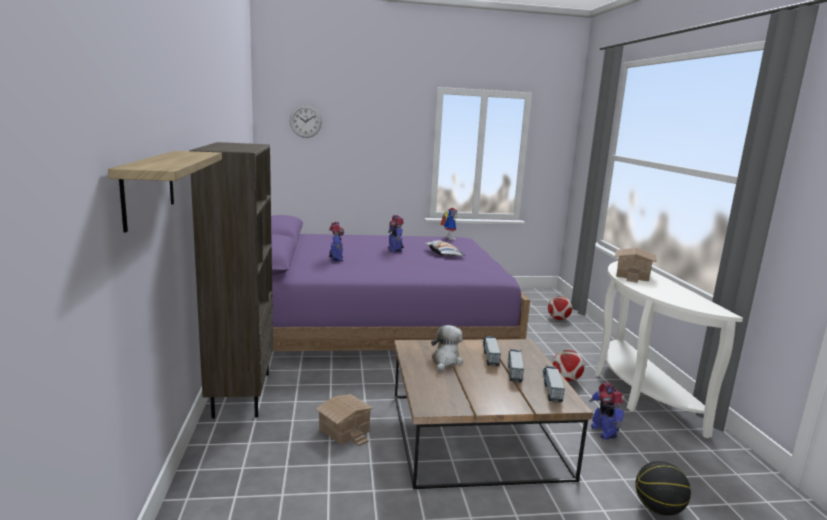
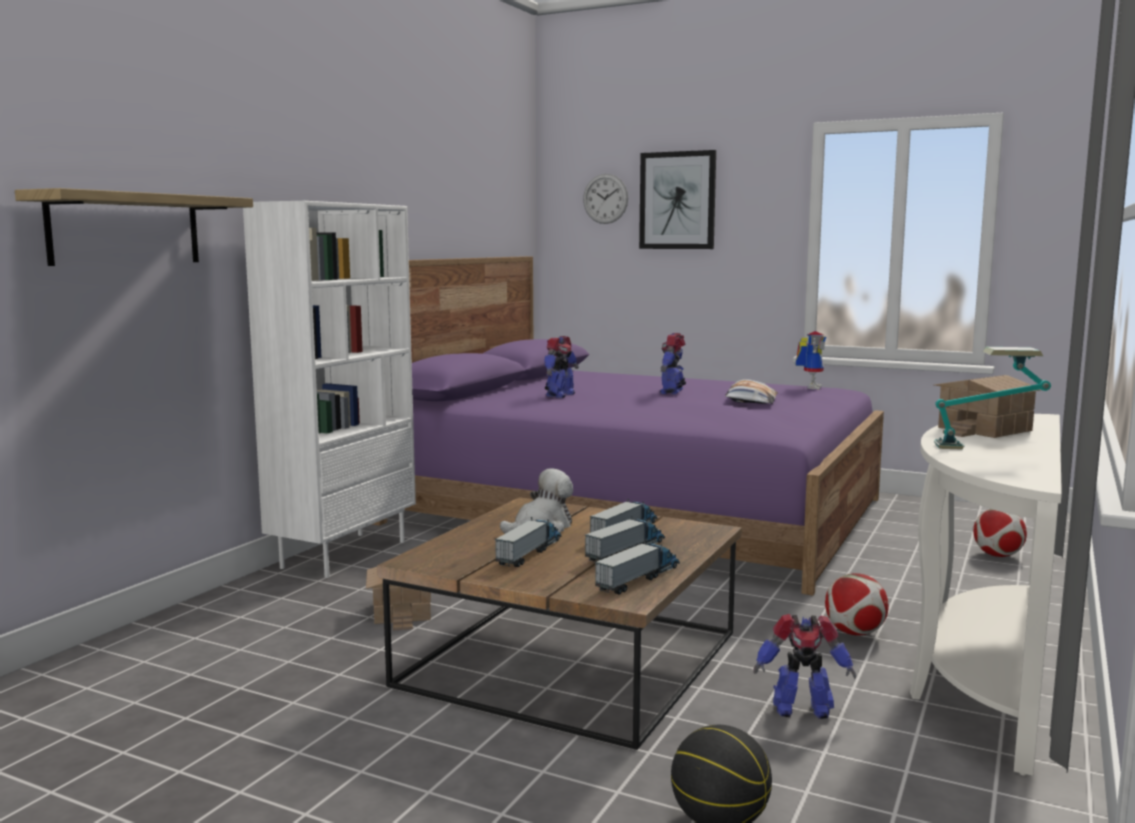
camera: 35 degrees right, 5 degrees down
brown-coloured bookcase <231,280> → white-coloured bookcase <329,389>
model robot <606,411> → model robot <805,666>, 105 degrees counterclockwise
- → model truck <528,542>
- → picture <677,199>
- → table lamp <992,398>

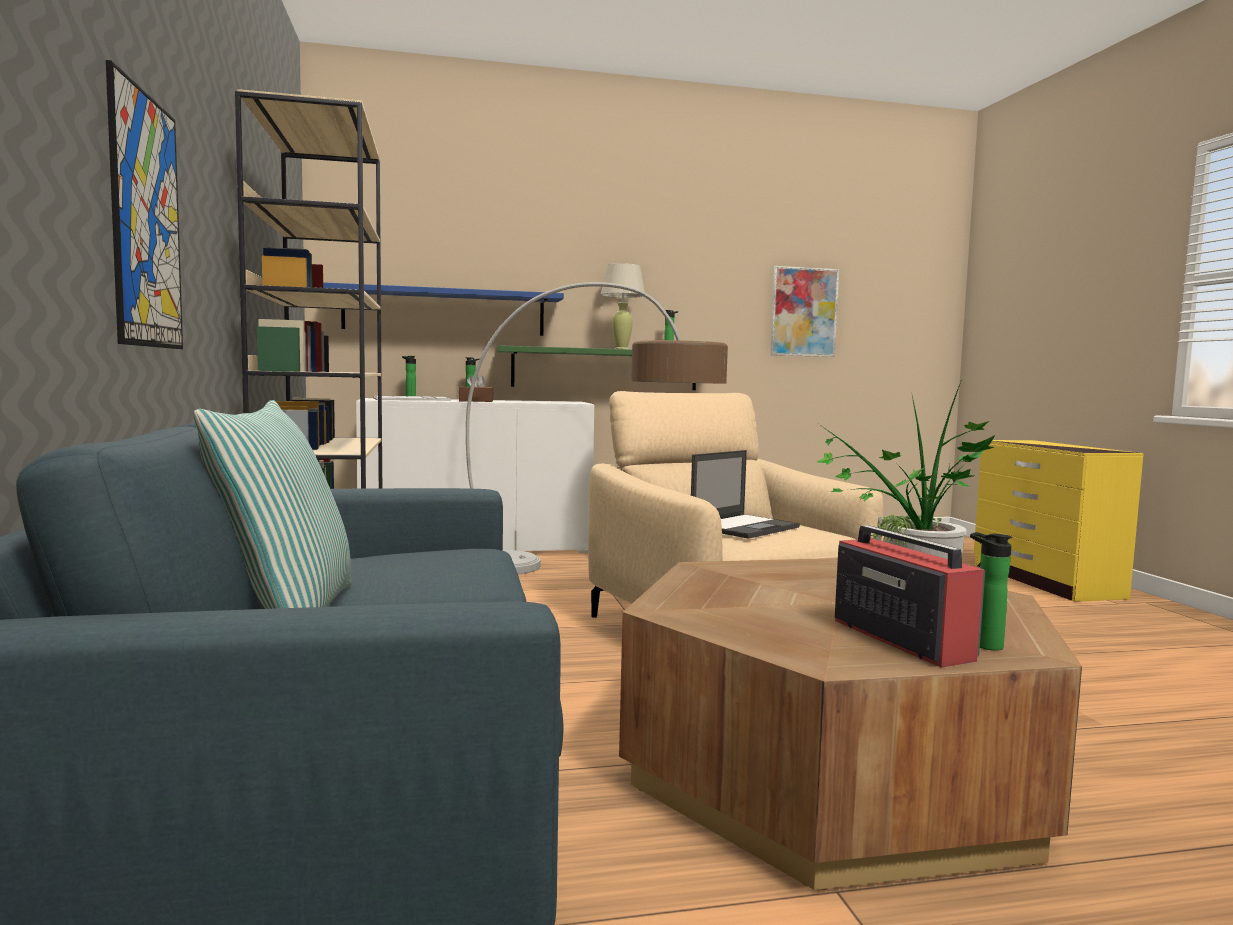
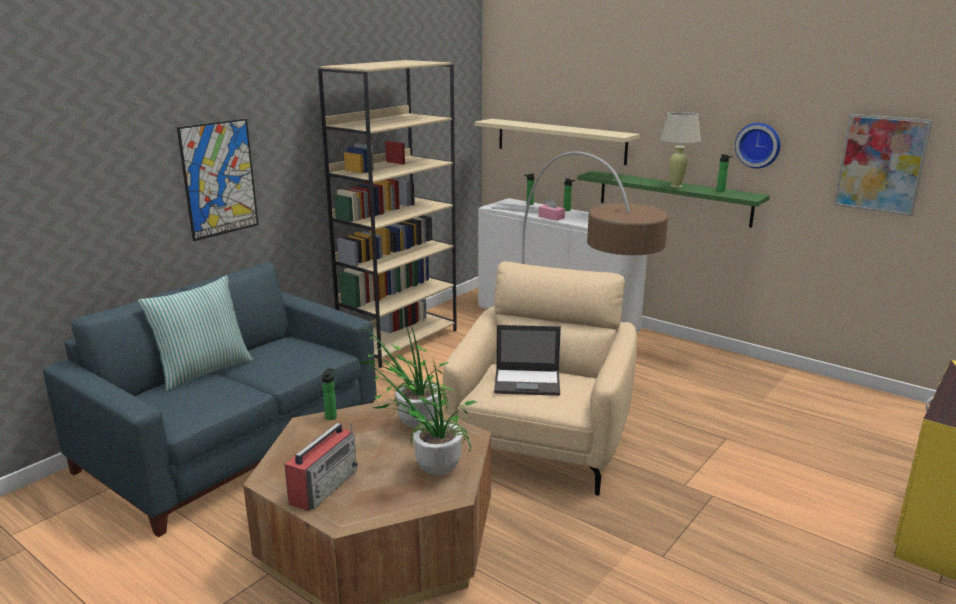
camera: 50 degrees right, 15 degrees up
bluish shelf <443,309> → beige shelf <557,142>
brown-coloured box of tissues <476,388> → pink box of tissues <551,209>
bottle <991,591> → bottle <329,394>, moved
- → potted plant <404,373>
- → clock on the wall <757,145>

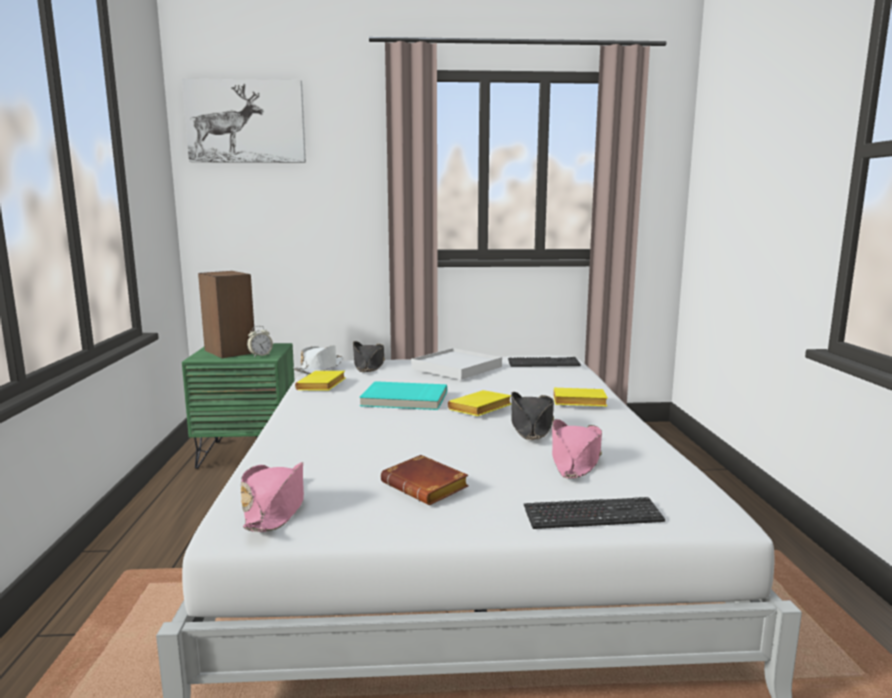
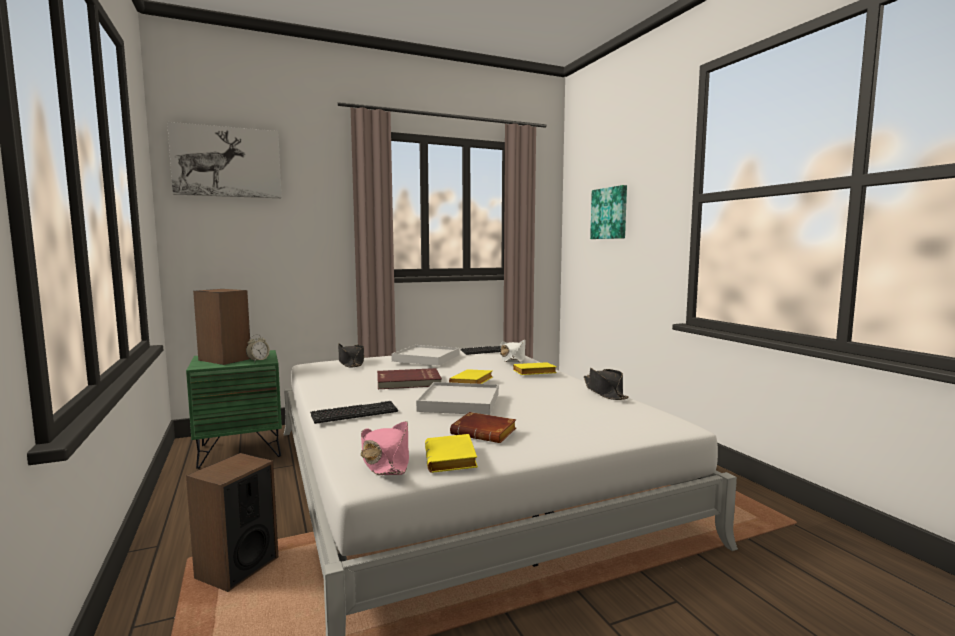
camera: 20 degrees left, 5 degrees down
white-coloured wearable hat <318,359> → white-coloured wearable hat <513,351>, moved
yellowish volume <320,380> → yellowish volume <451,453>, moved
turquoise-coloured volume <403,395> → red volume <409,378>
blackish wearable hat <532,416> → blackish wearable hat <606,384>, moved
keyboard <594,513> → keyboard <354,412>, moved
pink wearable hat <577,449> → -
- → speaker <232,522>
- → white-coloured carrying tray <457,398>
- → picture <608,212>

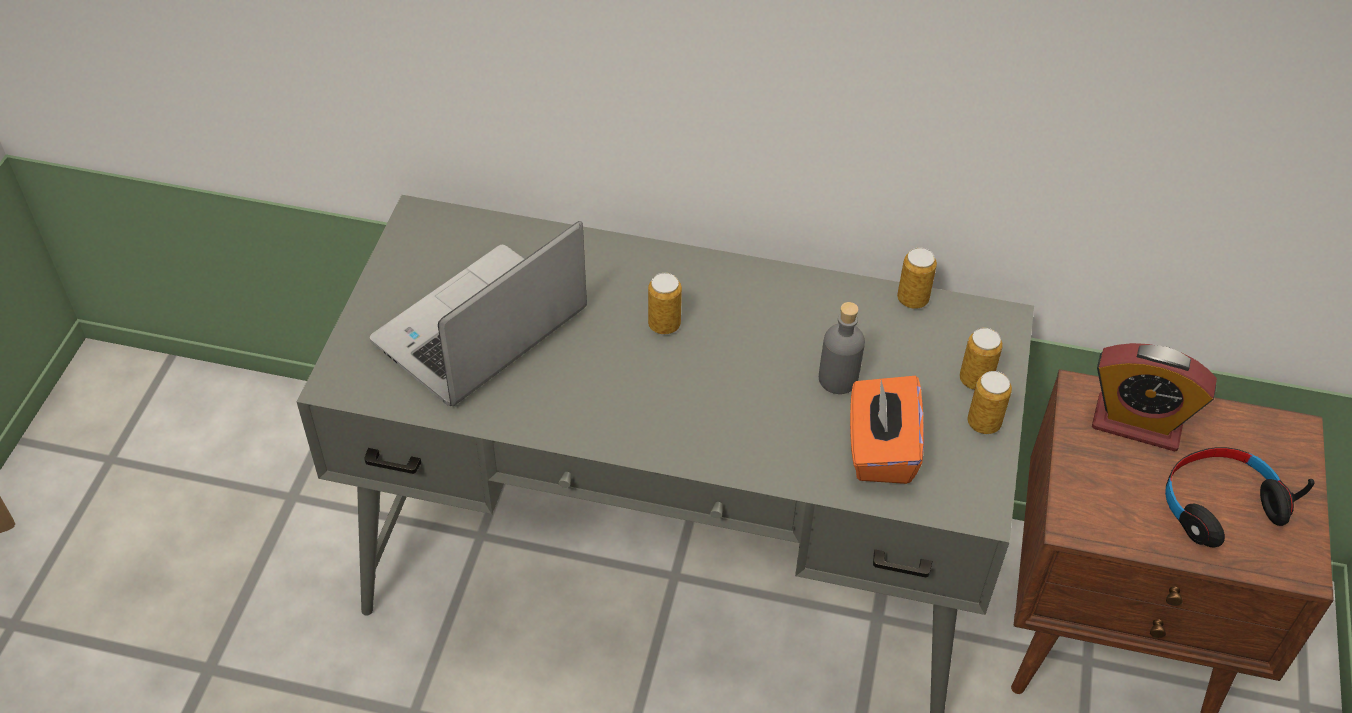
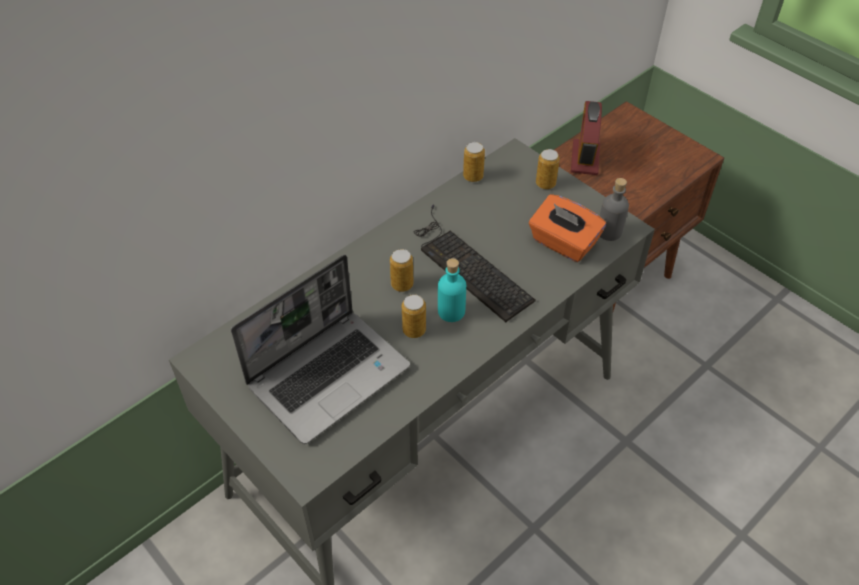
camera: 55 degrees left, 0 degrees up
portable computer <478,313> → portable computer <320,349>, 120 degrees counterclockwise
greyish bottle <842,348> → greyish bottle <614,209>, moved
metal can <990,402> → metal can <414,316>, moved
bedside clock <1154,397> → bedside clock <586,138>, 135 degrees clockwise
blackish headphones <1240,497> → -
- → keyboard <475,263>
- → turquoise-coloured bottle <452,290>

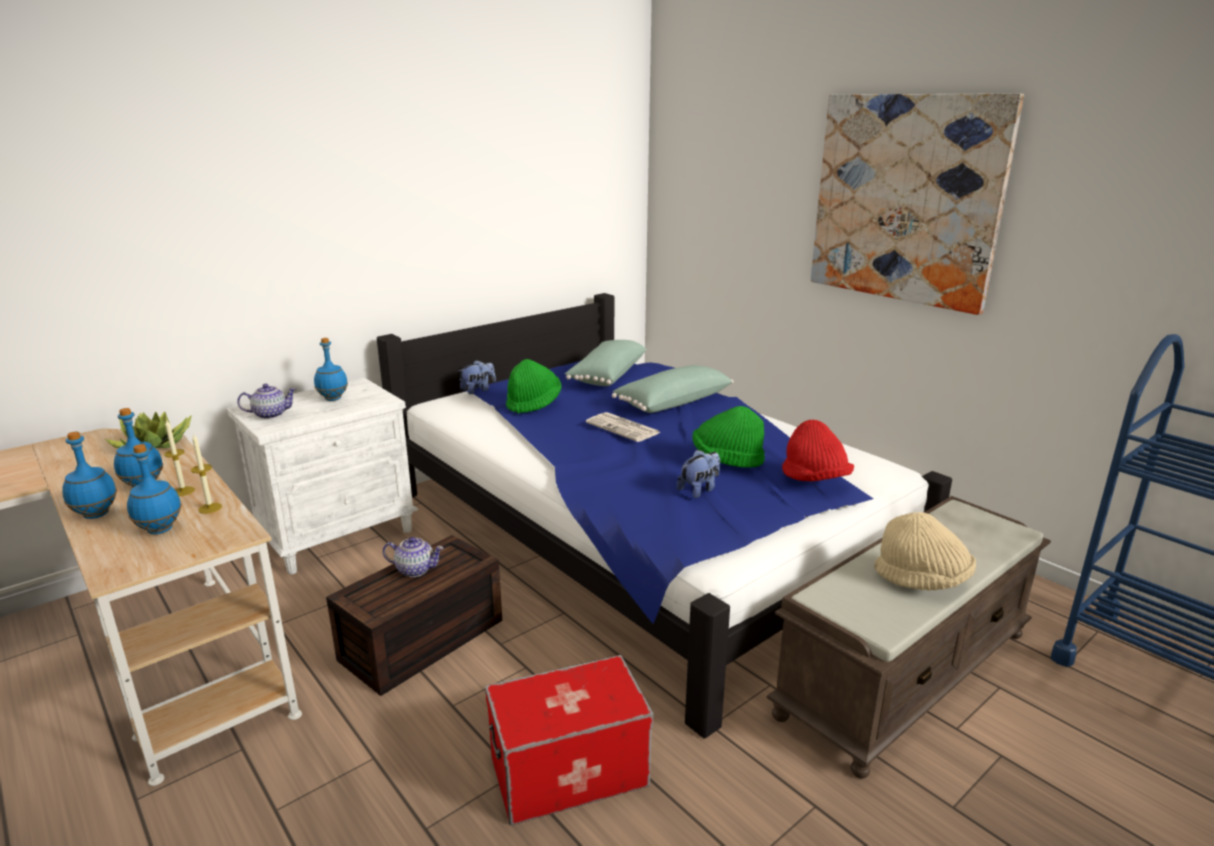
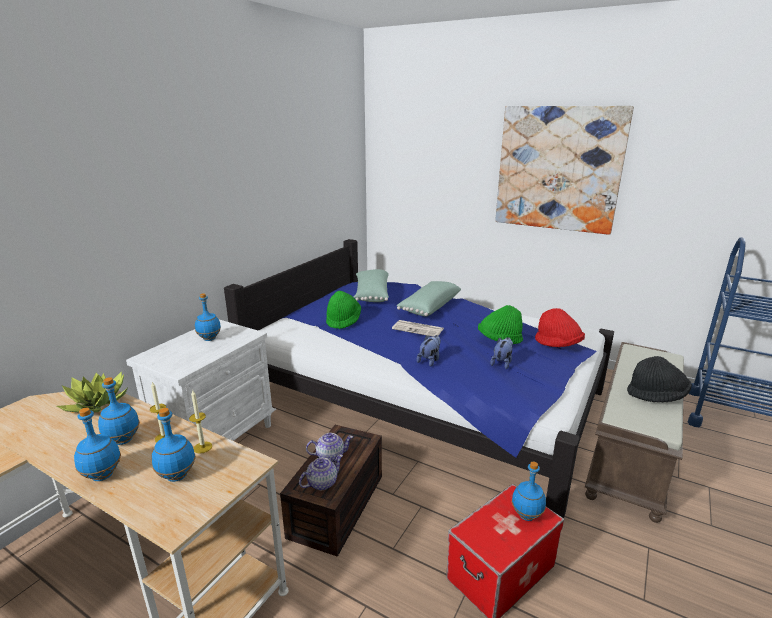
camera: 20 degrees left, 0 degrees up
pot for tea <267,401> → pot for tea <321,472>, moved
soft toy <477,377> → soft toy <429,351>, moved
beige wearable hat <925,551> → blackish wearable hat <659,379>
- → bluish bottle <529,491>

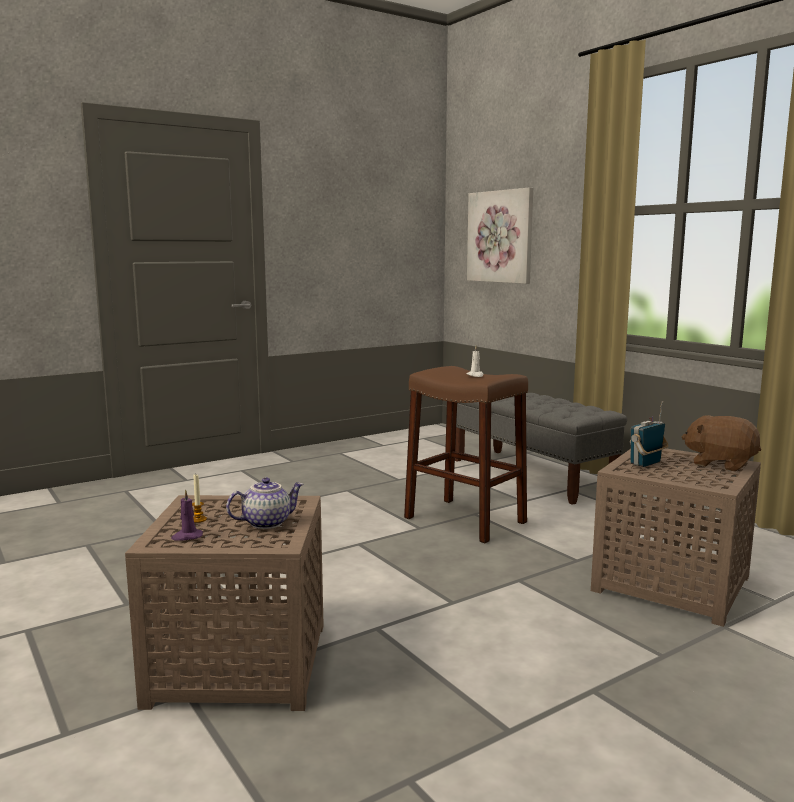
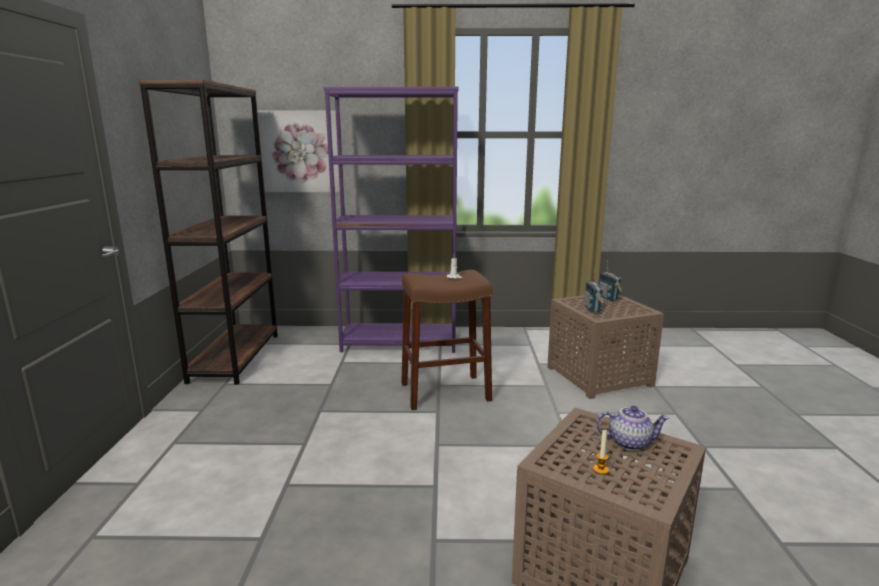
camera: 55 degrees left, 5 degrees up
purple candle <187,515> → -
pot for tea <265,503> → pot for tea <632,428>, 90 degrees clockwise
greyish indoor bench <541,449> → purple bookcase <391,220>
brown-coloured soft toy <721,443> → radio <611,280>
- → brown-coloured bookcase <208,232>

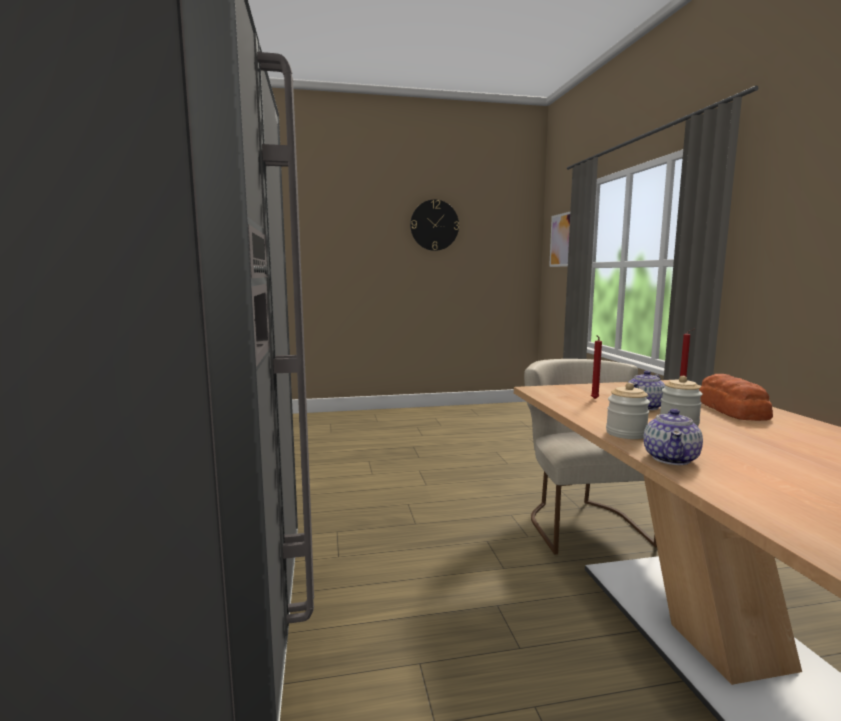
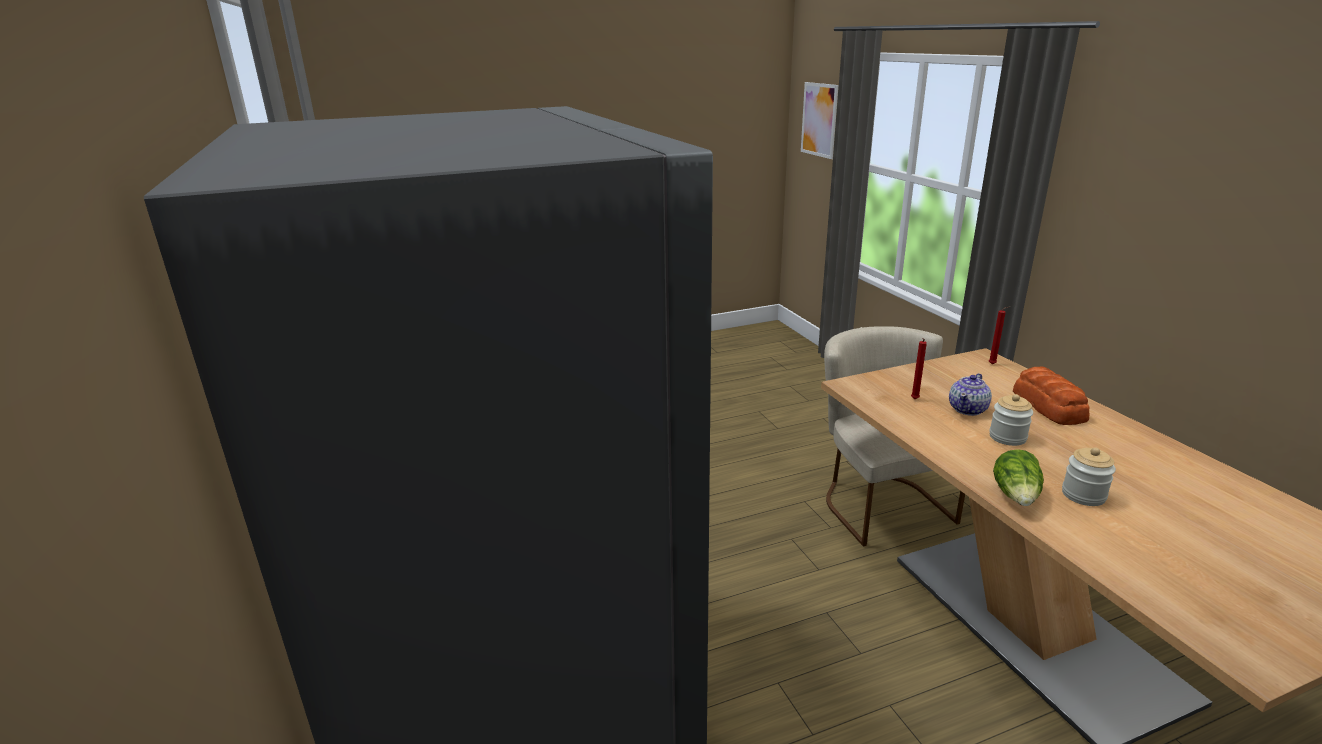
camera: 10 degrees left, 15 degrees up
clock on the wall <434,225> → -
preserve jar <628,411> → preserve jar <1089,476>, moved
pot for tea <673,437> → lettuce head <1018,477>

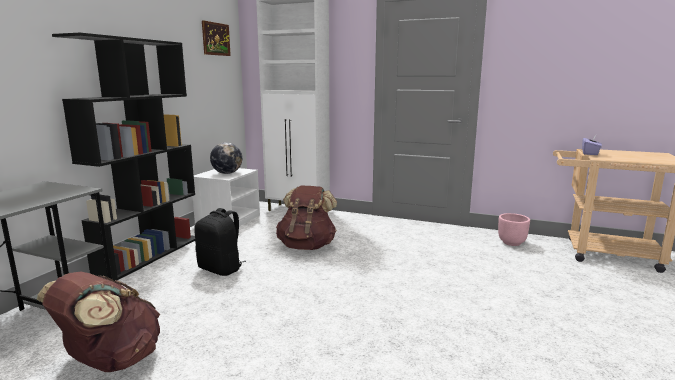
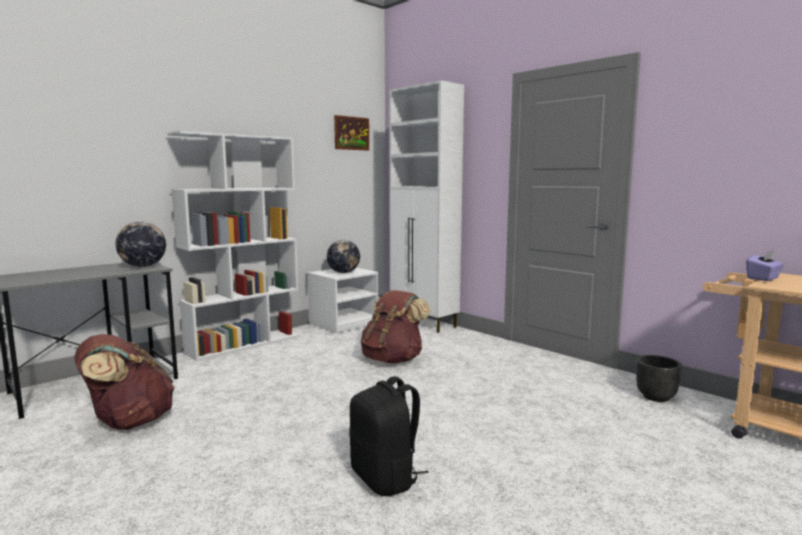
camera: 25 degrees right, 5 degrees down
blackish bookcase <123,157> → white-coloured bookcase <233,246>
blackish backpack <220,242> → blackish backpack <389,436>, moved
pink plant pot <514,229> → blackish plant pot <659,378>
- → desk globe <141,244>

